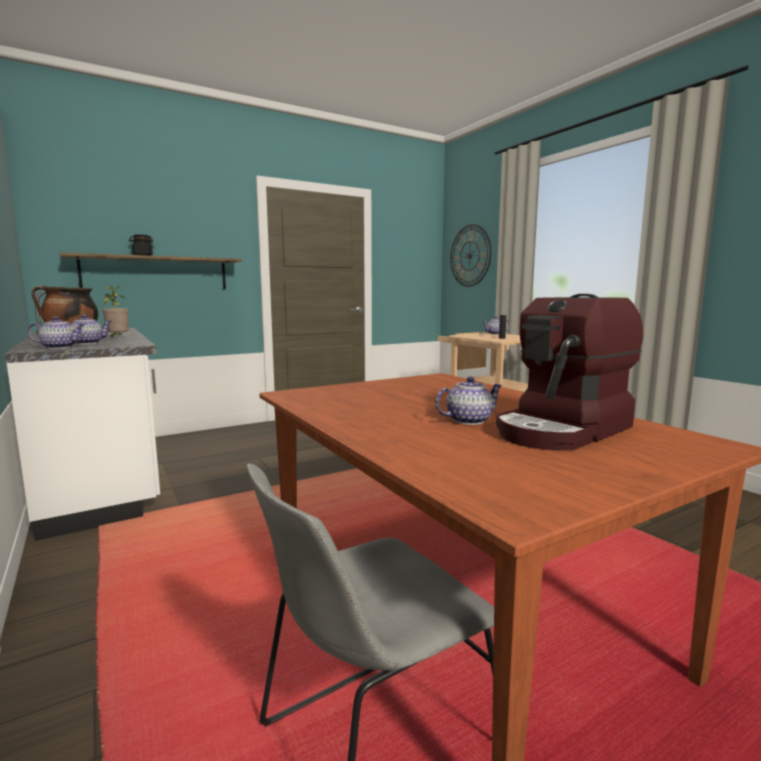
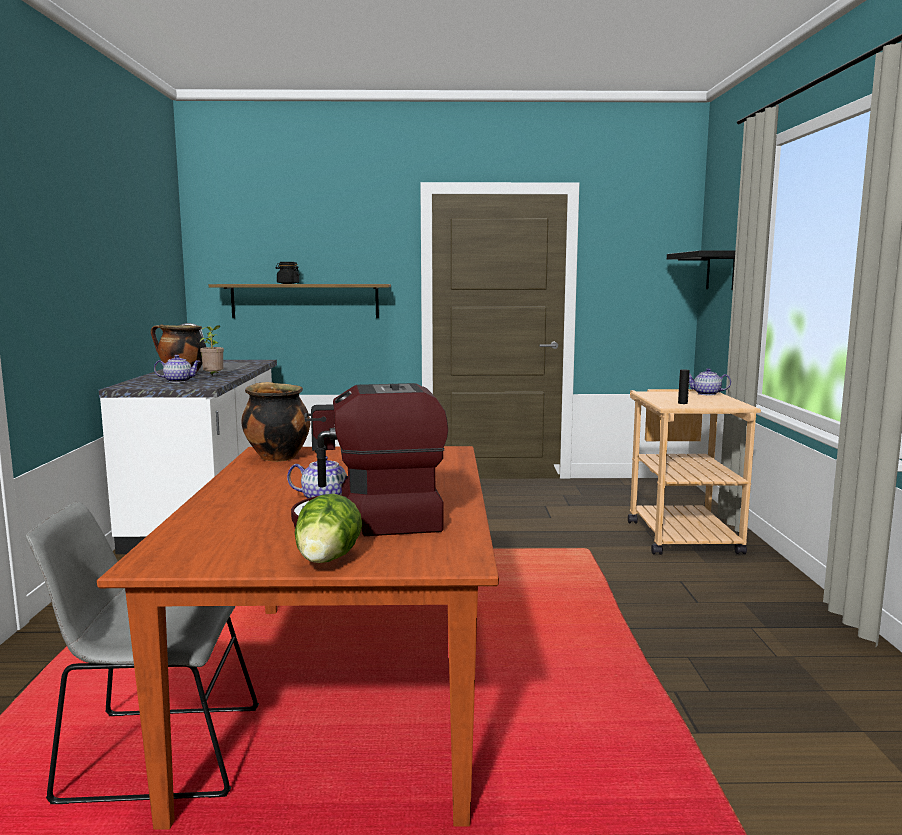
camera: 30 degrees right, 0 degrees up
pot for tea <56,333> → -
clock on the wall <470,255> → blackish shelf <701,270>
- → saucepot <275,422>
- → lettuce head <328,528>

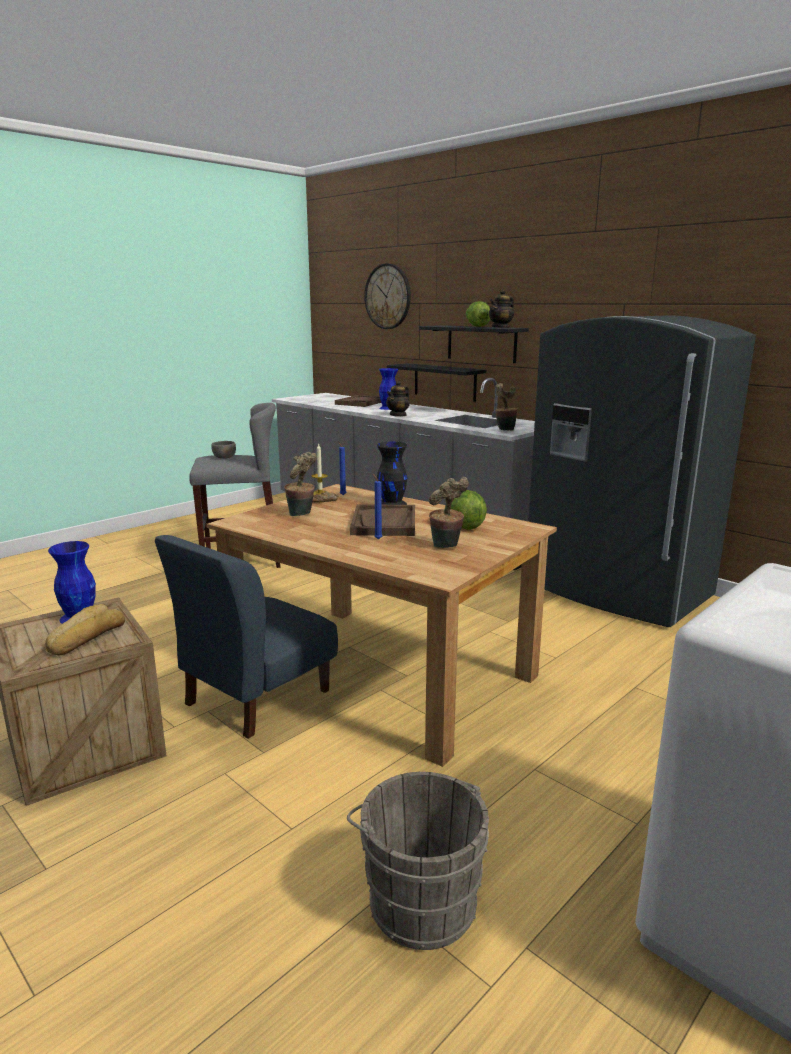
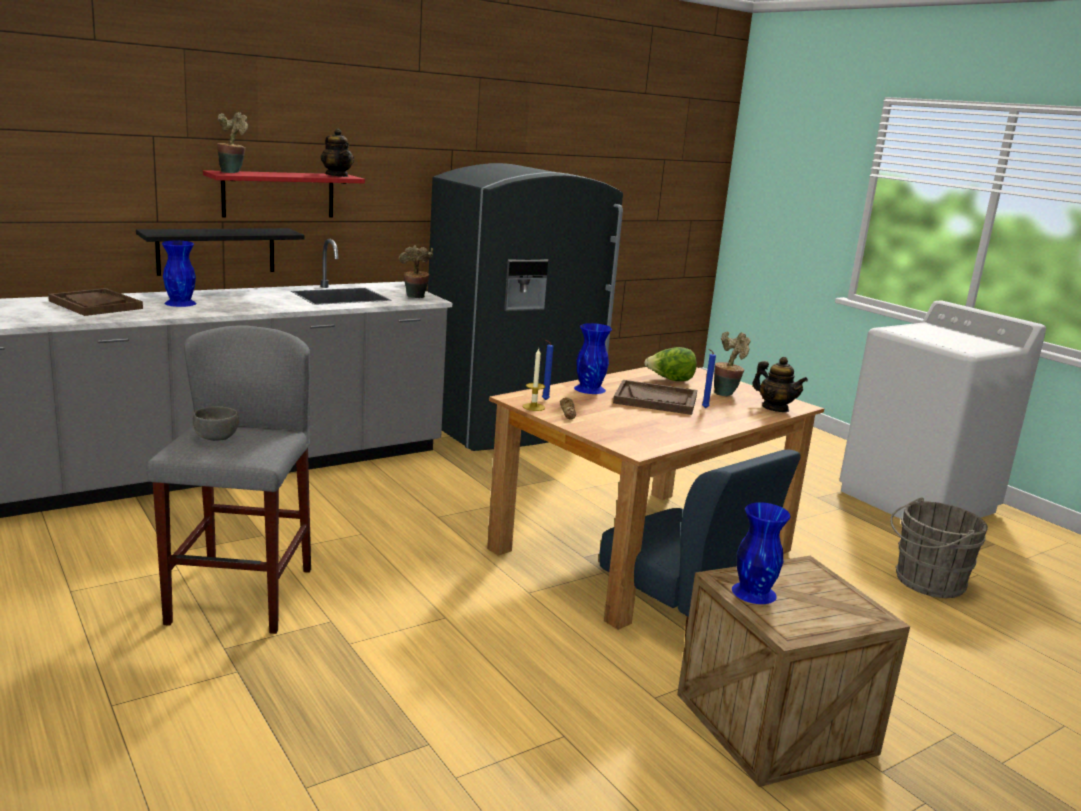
camera: 80 degrees left, 0 degrees up
bakery bread <85,630> → -
potted plant <300,484> → potted plant <232,142>, moved
clock on the wall <387,296> → -
blackish vase <392,473> → bluish vase <593,358>
pot for tea <398,399> → pot for tea <780,384>, moved
blackish shelf <474,344> → red shelf <284,193>
lettuce head <478,314> → -

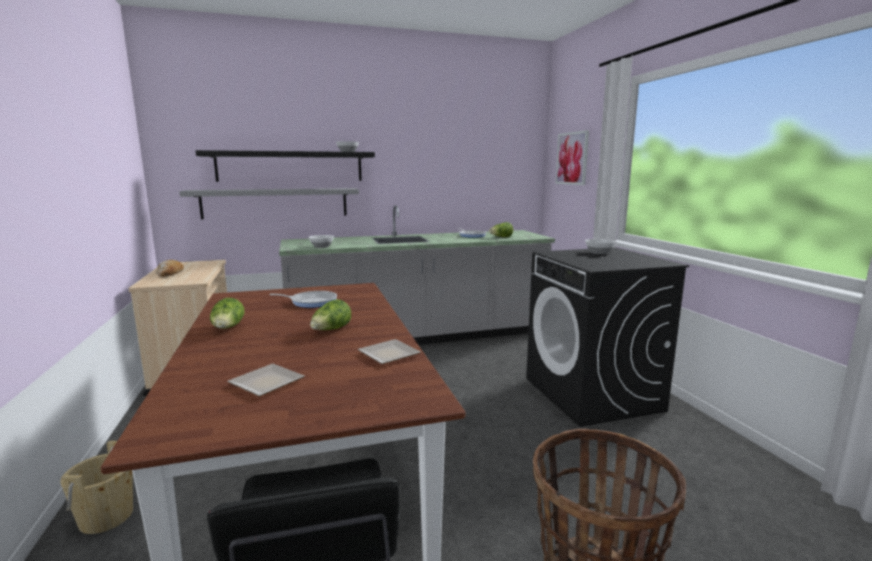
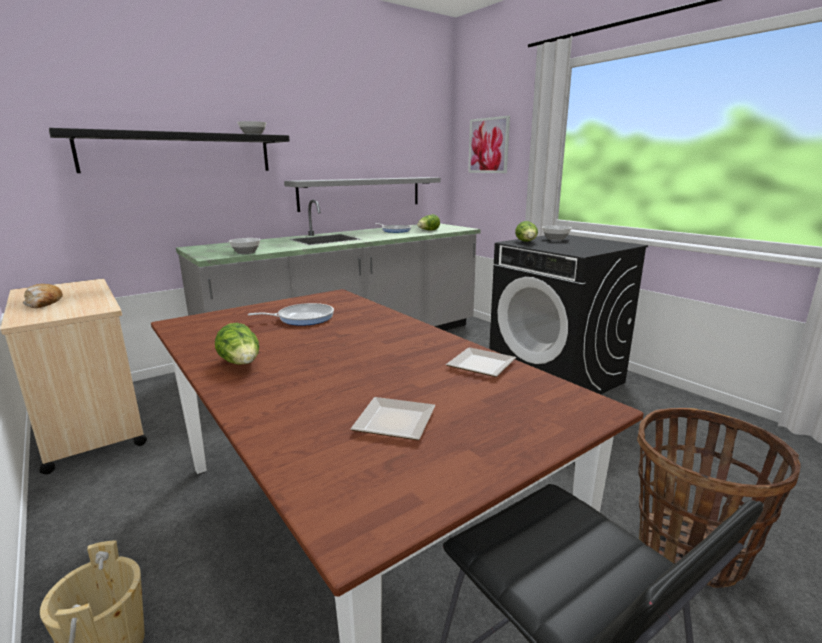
camera: 20 degrees left, 5 degrees up
greyish shelf <269,203> → greyish shelf <362,194>, moved
lettuce head <330,314> → lettuce head <526,231>, moved

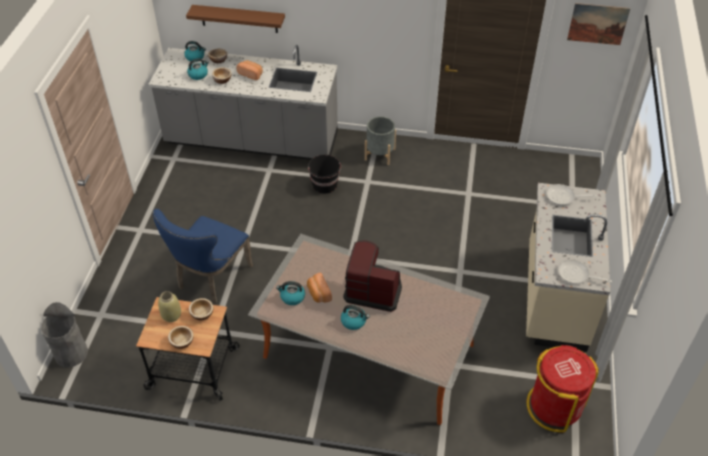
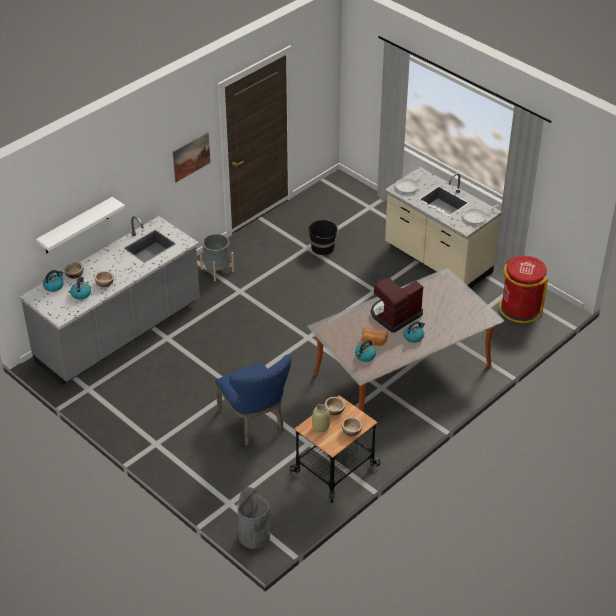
camera: 55 degrees left, 5 degrees down
brown-coloured shelf <235,19> → white-coloured shelf <80,225>
bakery bread <250,70> → -
blackish water bucket <324,174> → blackish water bucket <323,237>, moved
picture <598,24> → picture <191,157>, moved

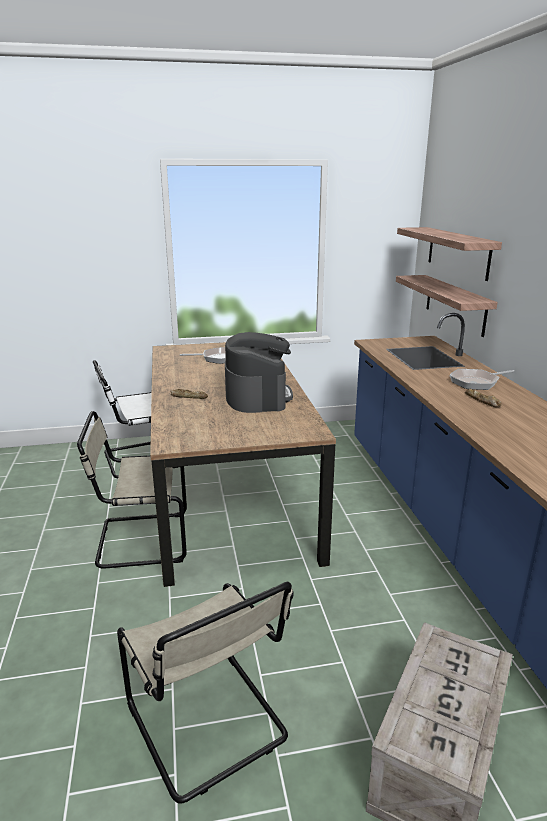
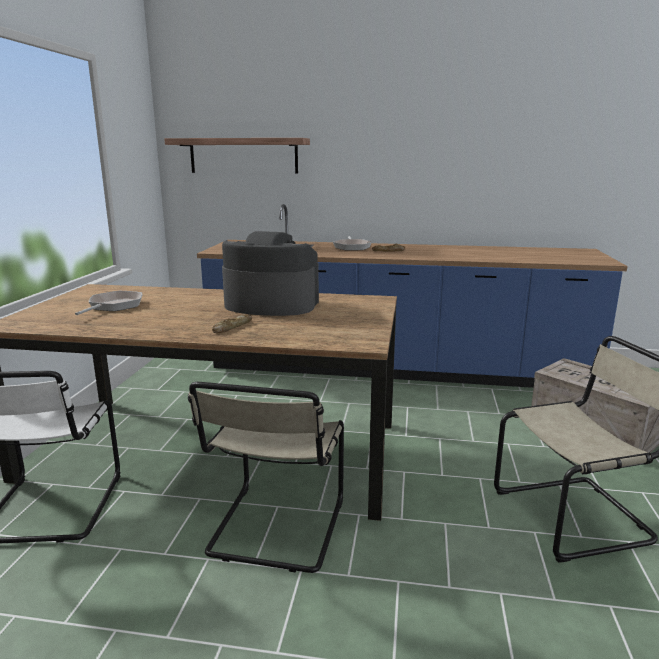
camera: 70 degrees left, 5 degrees down
shelf <447,306> → -

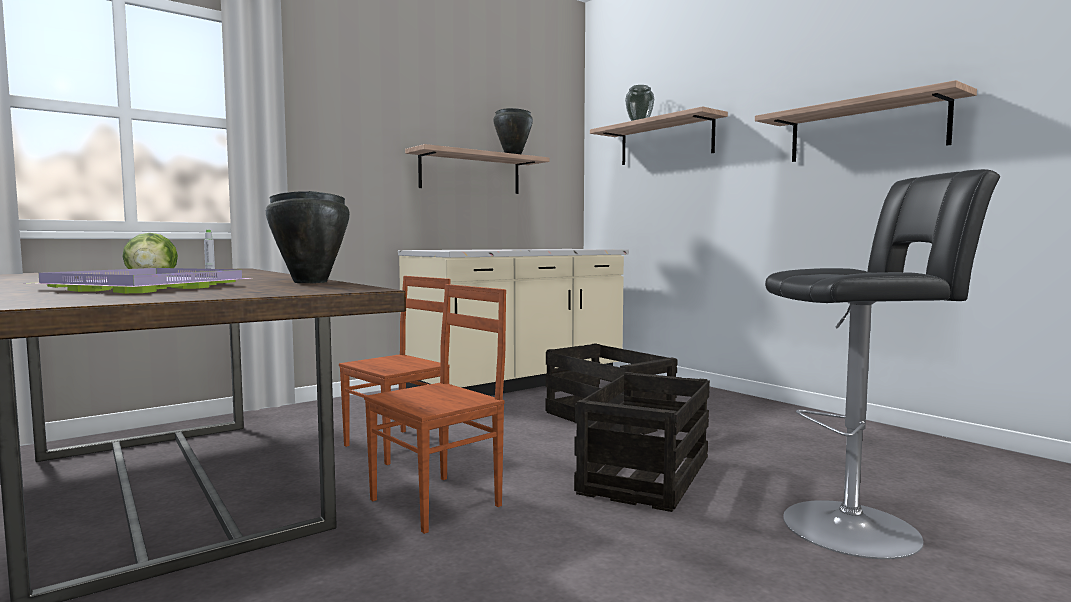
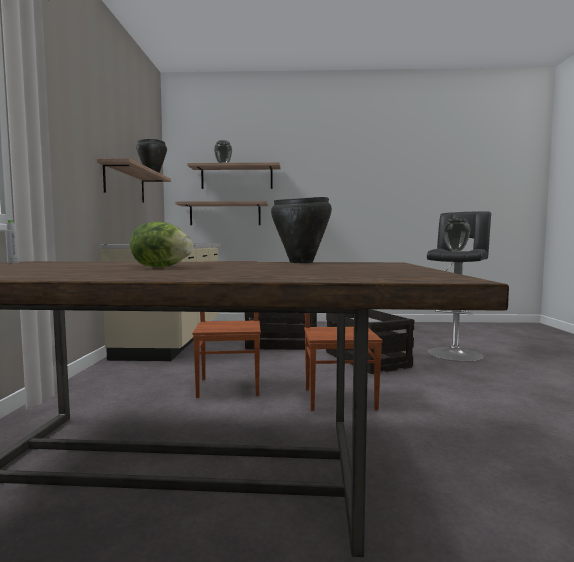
camera: 50 degrees left, 0 degrees up
purple carrying tray <139,280> → -
shelf <866,121> → shelf <221,213>, moved
- → vase <456,234>

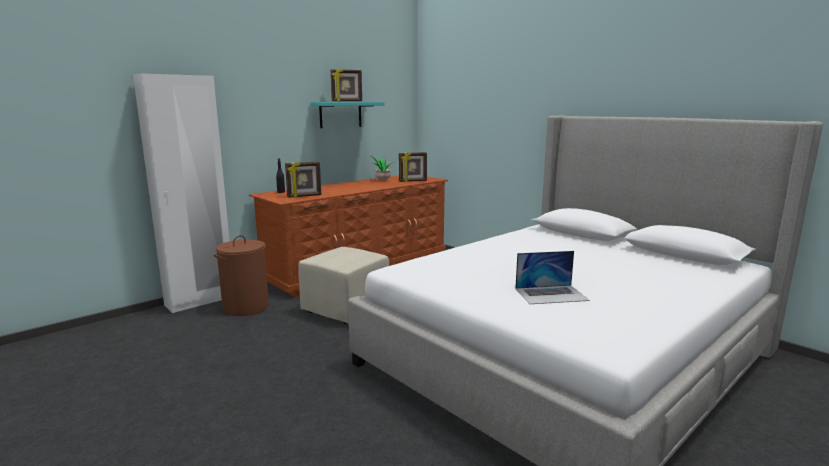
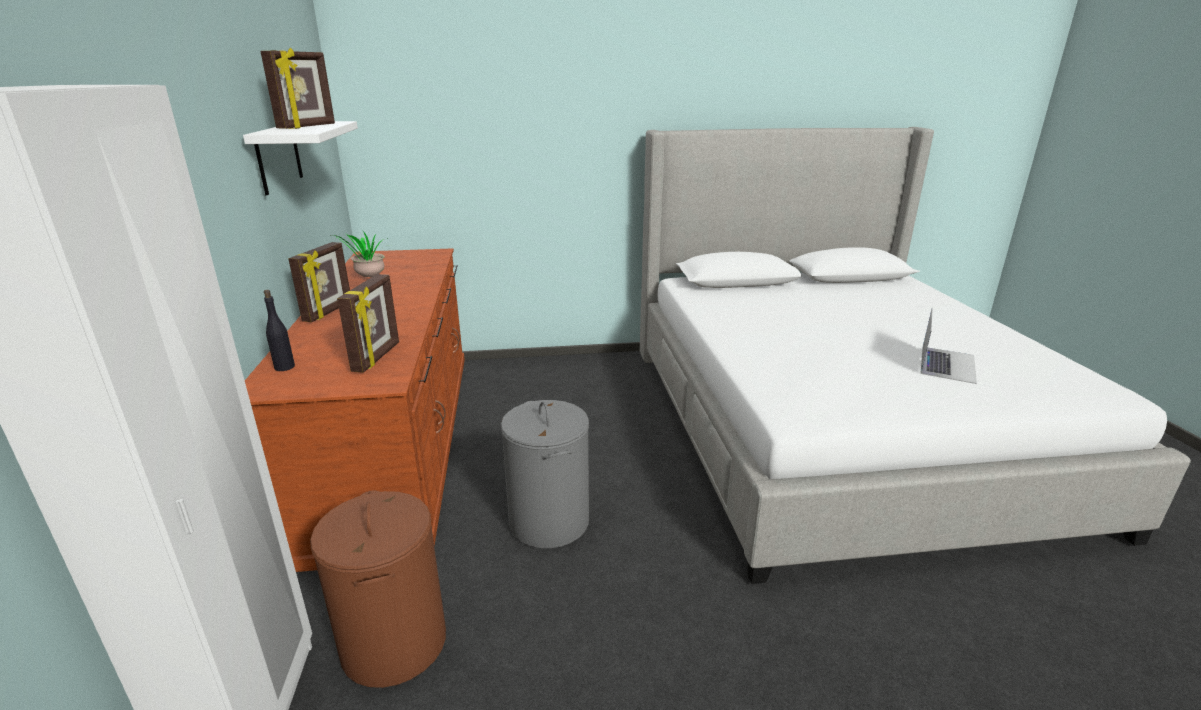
camera: 55 degrees left, 10 degrees up
beige pouffe <344,285> → greyish hamper <545,474>
turquoise-coloured shelf <347,115> → white-coloured shelf <300,158>
picture frame <413,167> → picture frame <319,282>, moved

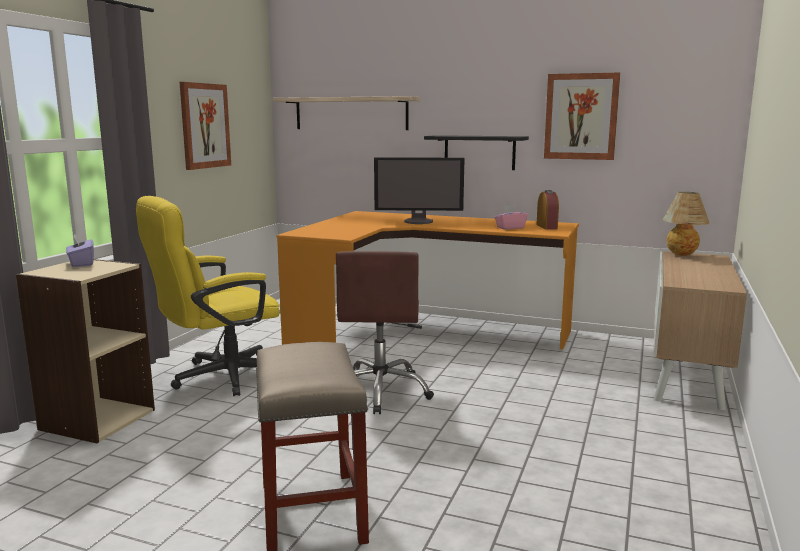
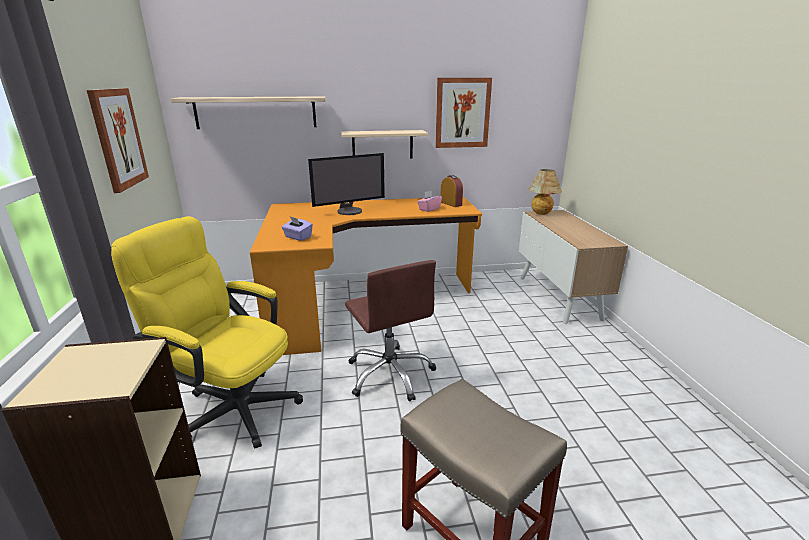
camera: 30 degrees left, 10 degrees up
purple box of tissues <80,250> → purple box of tissues <297,228>, moved
yellowish desk chair <208,296> → yellowish desk chair <207,332>, 90 degrees clockwise
blackish shelf <476,152> → beige shelf <384,144>

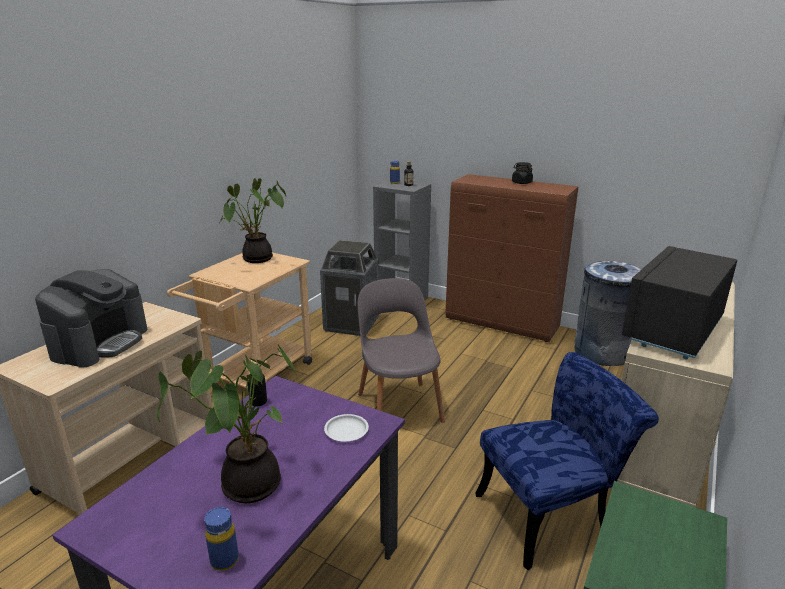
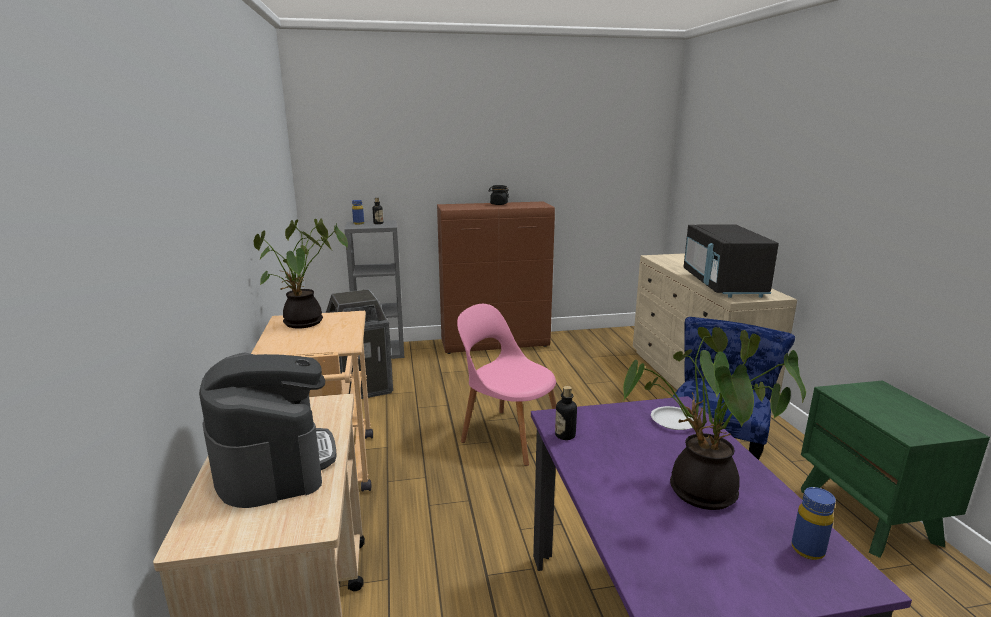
camera: 40 degrees left, 5 degrees down
greyish upright chair <401,350> → pink upright chair <506,385>
greyish waste bin <608,313> → -

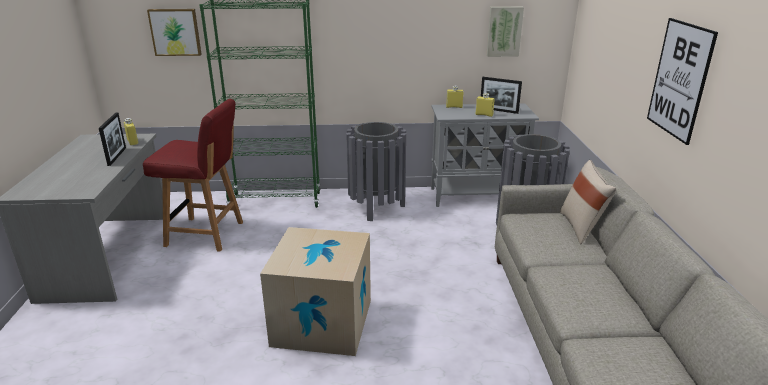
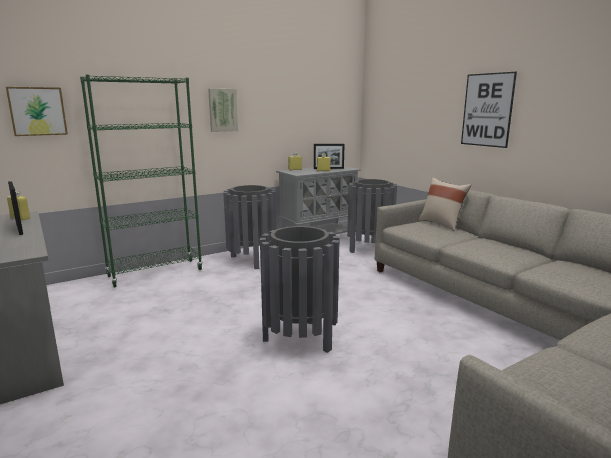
camera: 30 degrees left, 10 degrees down
red upright chair <193,175> → -
packing box <315,291> → greyish waste bin <300,289>
picture <505,32> → picture <223,110>, moved

